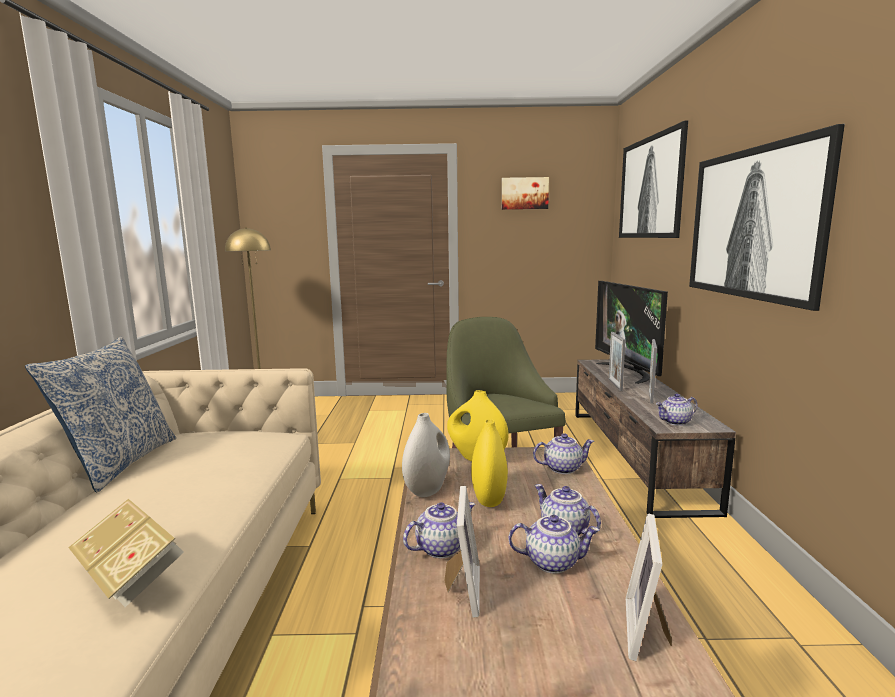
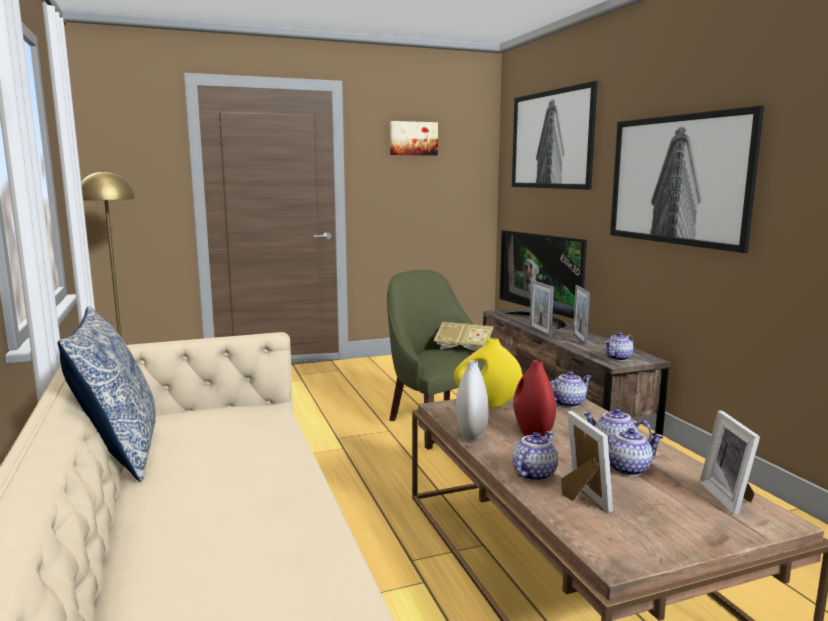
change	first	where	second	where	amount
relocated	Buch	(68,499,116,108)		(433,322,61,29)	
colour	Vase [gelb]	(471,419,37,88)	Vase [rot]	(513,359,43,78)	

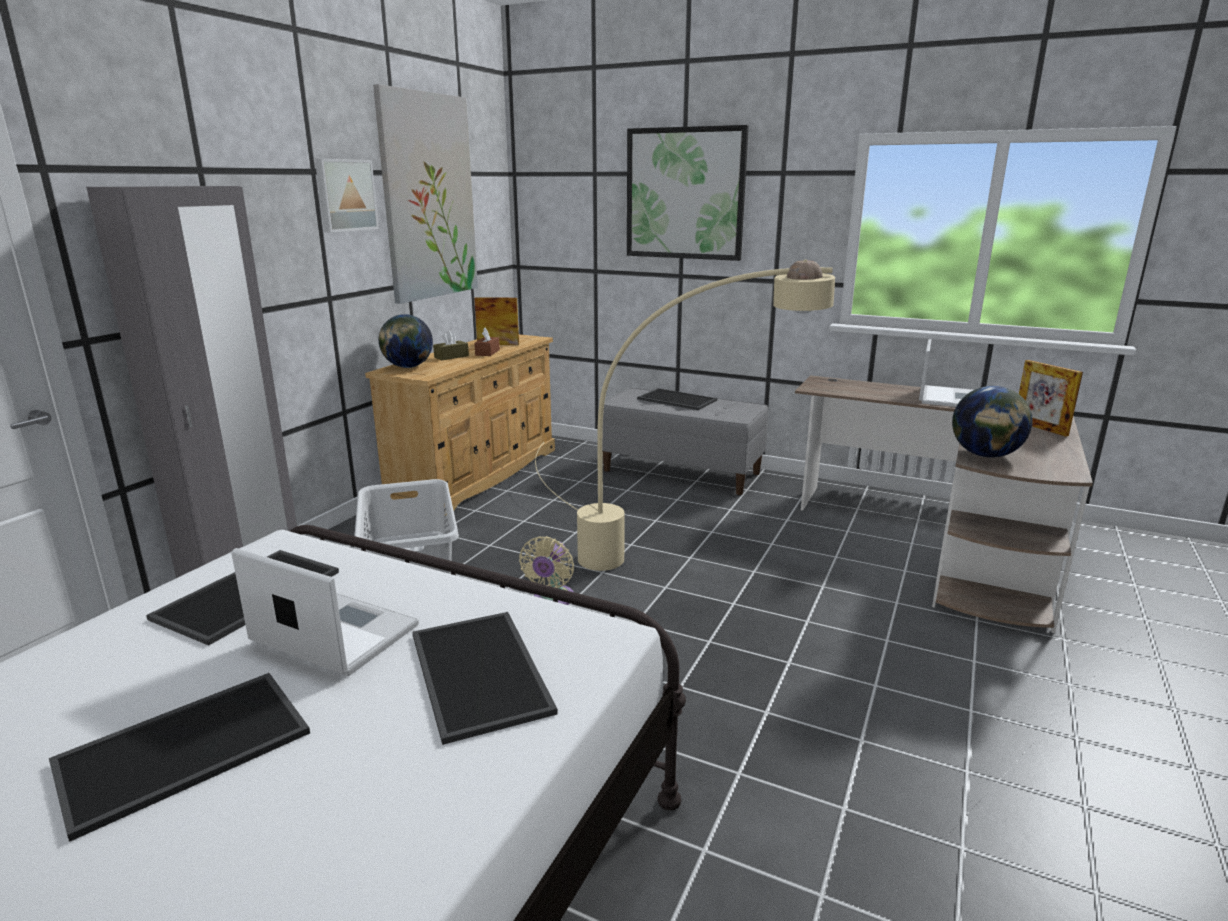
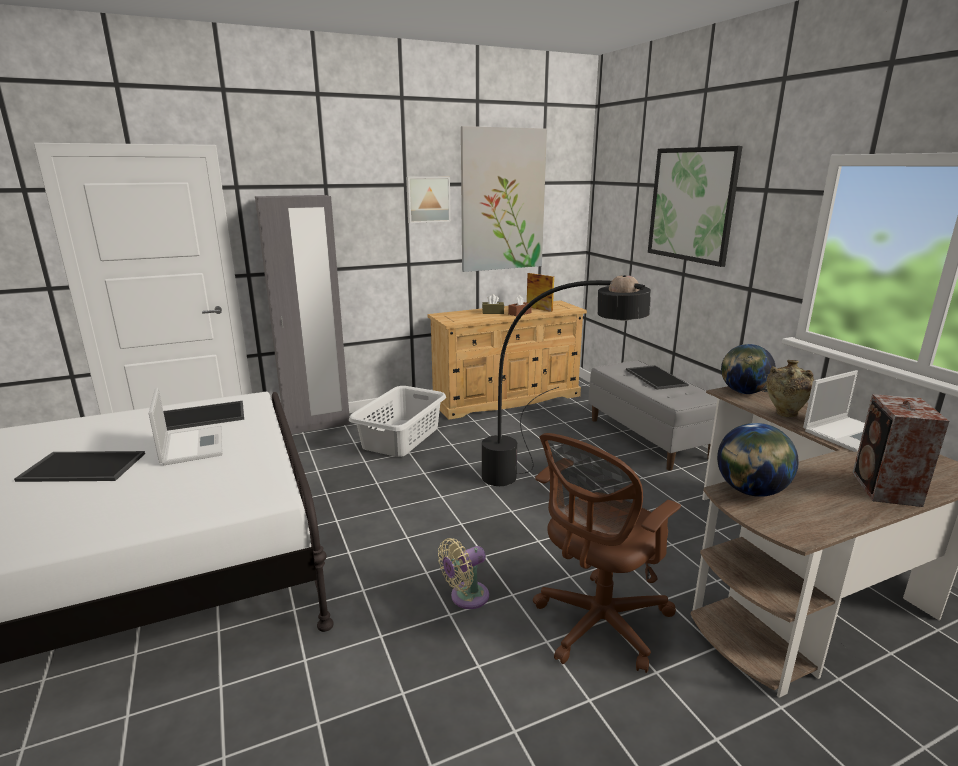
change	first	where	second	where	amount
relocated	Globus	(379,314,54,54)		(721,344,55,50)	
missing	Tablett	(412,612,146,133)			
relocated	Ventilator [beige]	(519,536,55,69)		(438,538,51,71)	
colour	Stehlampe [beige]	(535,260,300,311)	Stehlampe [schwarz]	(482,275,169,211)	
exchanged	Bilderrahmen	(1019,360,64,77)	Lautsprecher	(853,394,96,113)	
appeared			Bürostuhl [braun]	(533,433,148,240)	
appeared			Vase [beige]	(766,360,48,57)	

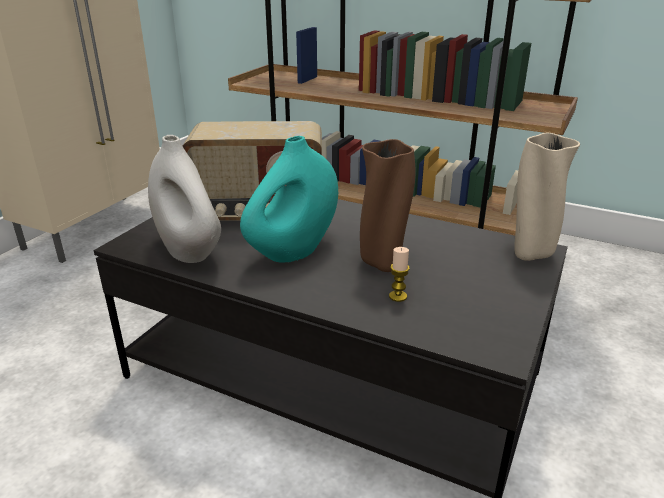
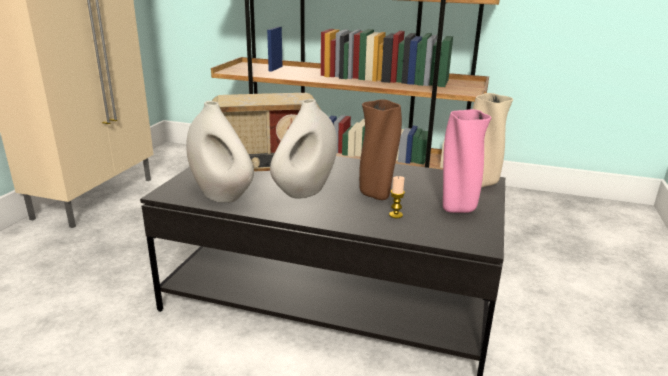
change	first	where	second	where	amount
colour	Vase [türkis]	(240,136,98,127)	Vase [weiß]	(270,99,67,100)	
appeared			Vase [rosa]	(443,109,48,104)	

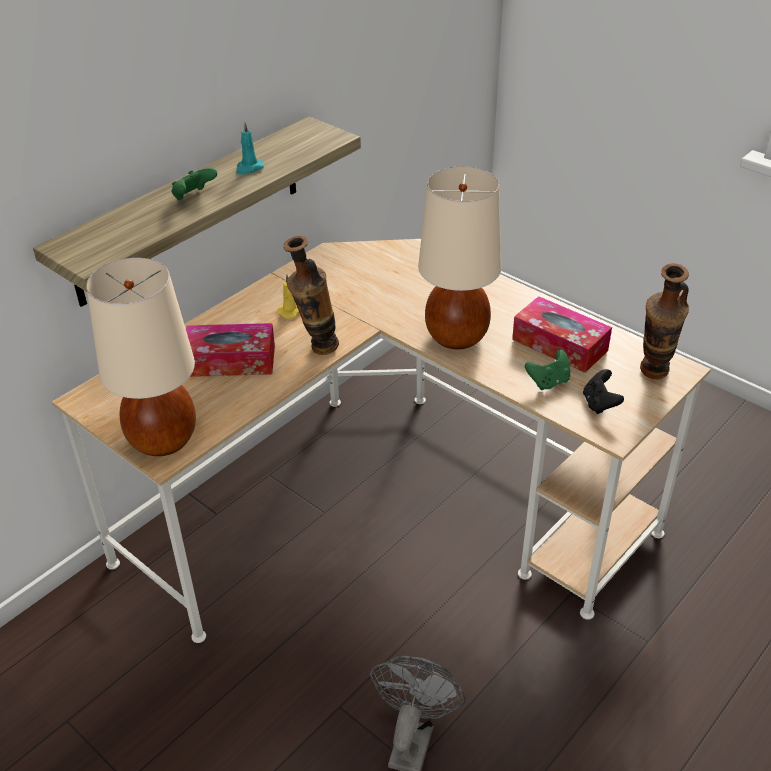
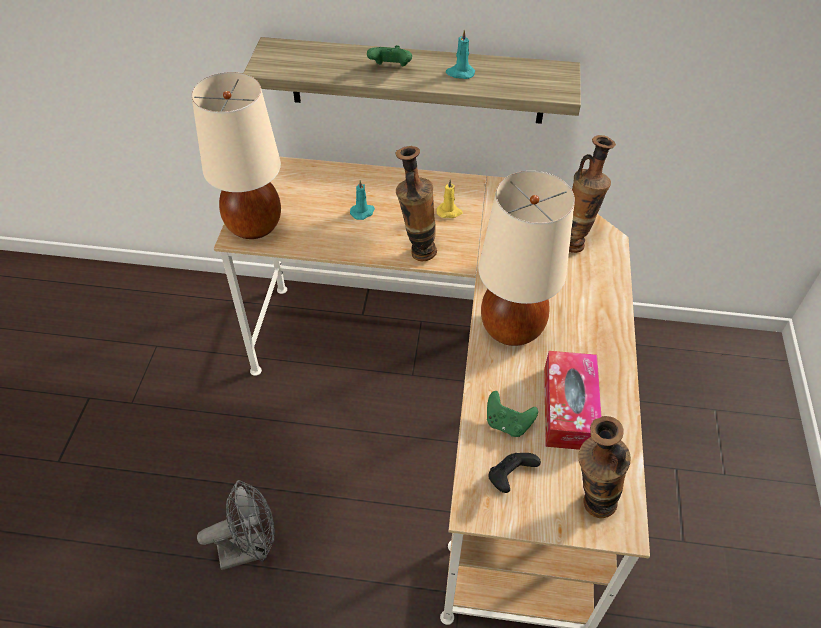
change	first	where	second	where	amount
exchanged	Taschentuchbox	(186,323,89,54)	Kerze [türkis]	(350,180,25,40)	
appeared			Vase	(569,135,47,118)	

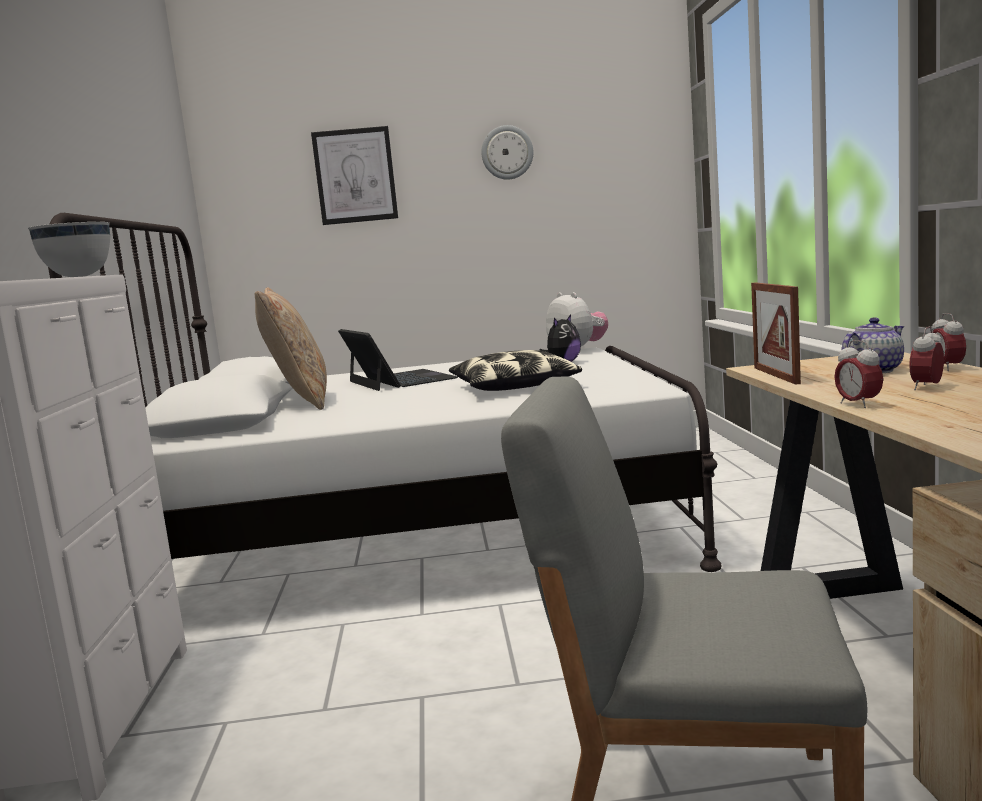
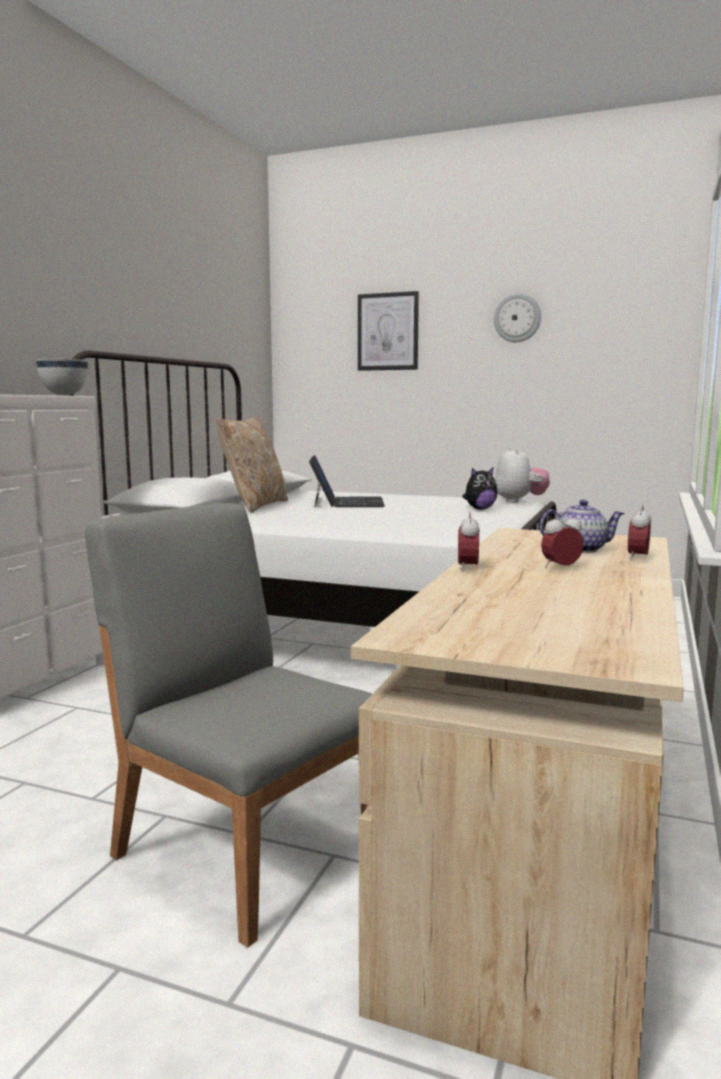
change	first	where	second	where	amount
missing	Kissen	(449,350,133,41)			
missing	Bilderrahmen	(751,282,50,103)			

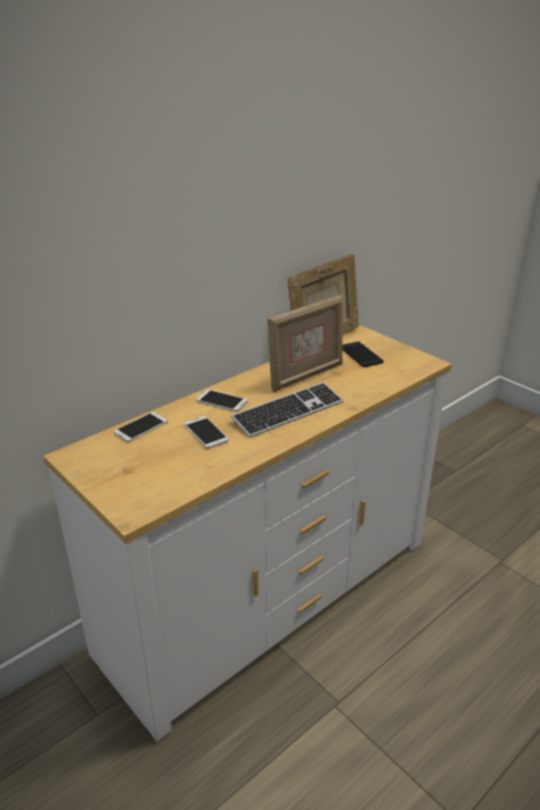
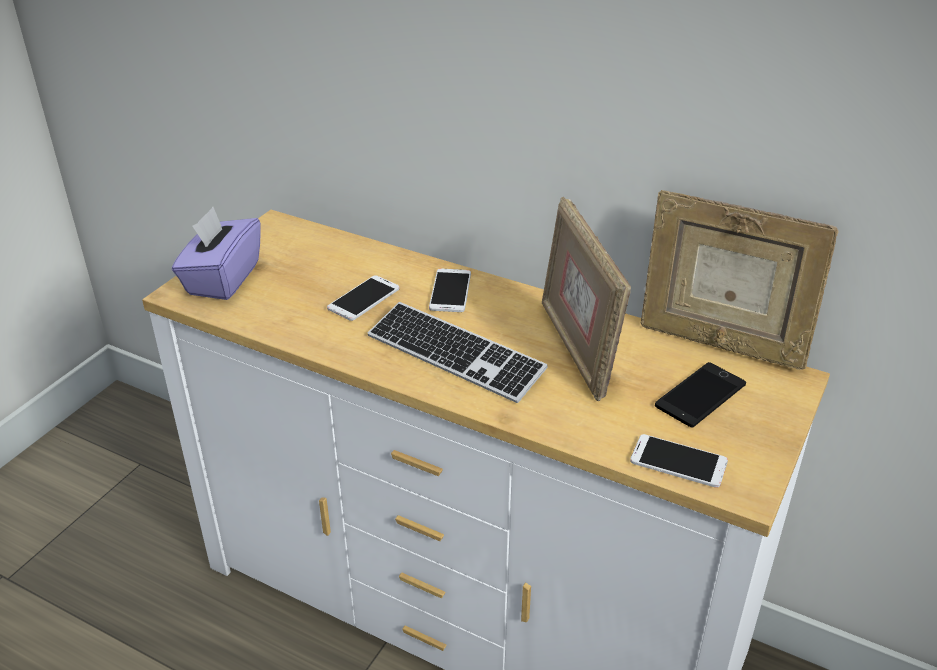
change	first	where	second	where	amount
relocated	Handy	(114,412,54,30)		(630,434,98,54)	
spun	Bilderrahmen	(267,294,76,98)		(542,197,89,204)	45 degrees clockwise
appeared			Taschentuchbox [lila]	(172,207,89,93)	

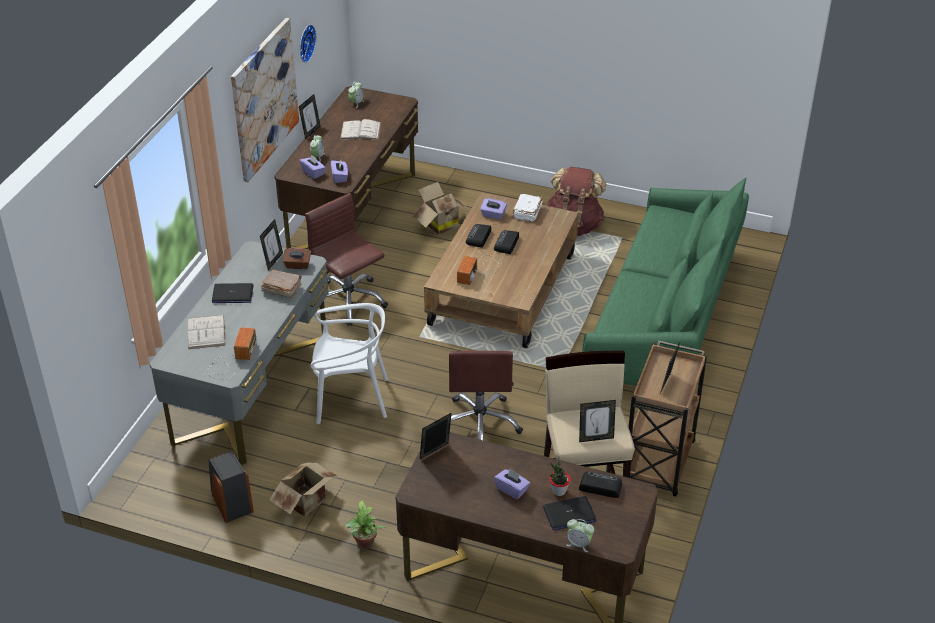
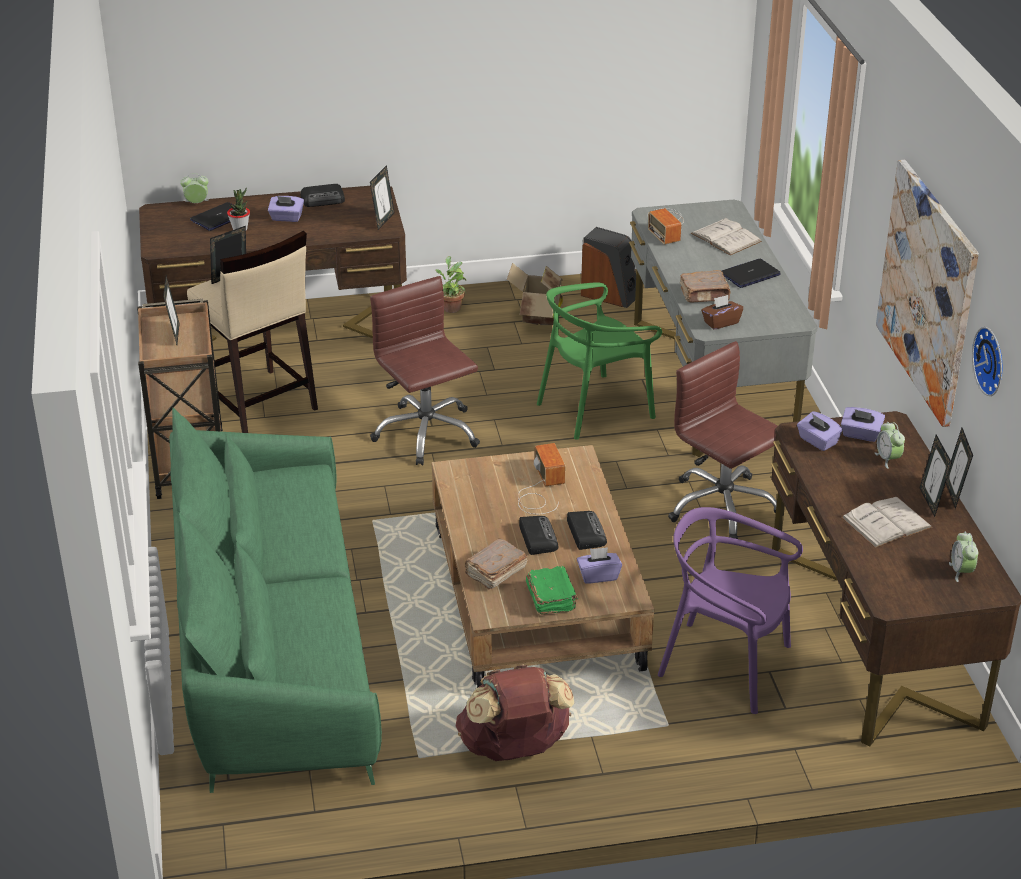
change	first	where	second	where	amount
relocated	Bilderrahmen	(260,219,23,51)		(920,435,32,82)	
spun	Bürostuhl [braun]	(305,193,83,133)		(668,341,110,198)	150 degrees counterclockwise
colour	Stuhl [weiß]	(310,303,78,121)	Stuhl [grün]	(537,282,125,158)	
exchanged	Karton	(413,182,56,53)	Stuhl [lila]	(658,507,145,207)	
colour	Buch [weiß]	(513,194,30,28)	Buch [grün]	(526,566,52,48)	
relocated	Radio	(579,471,43,27)		(301,184,44,23)	
appeared			Buch [braun]	(465,538,62,52)	

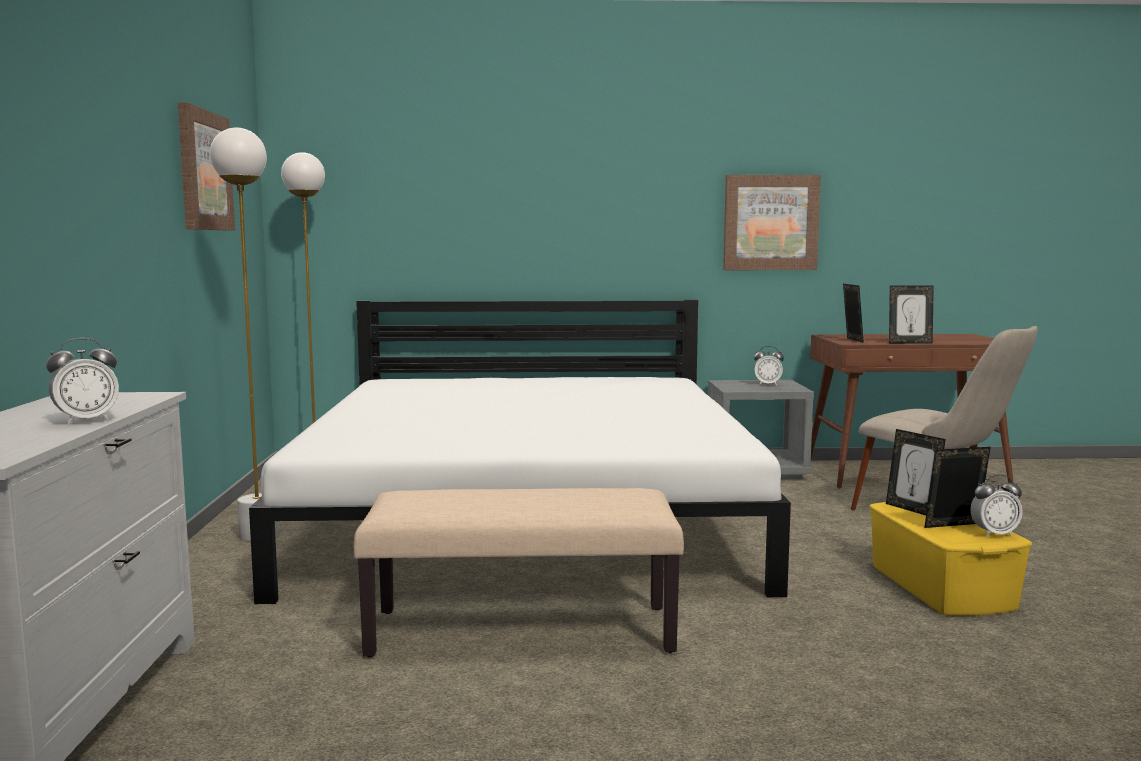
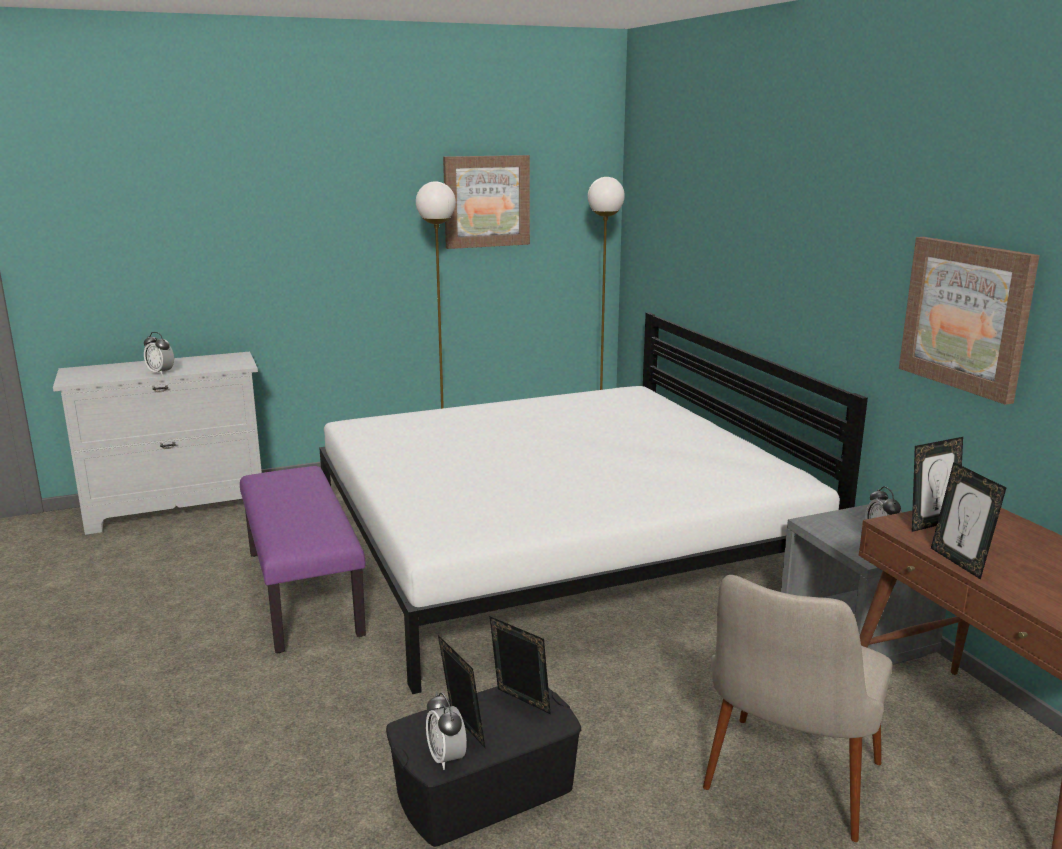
change	first	where	second	where	amount
colour	Bank [beige]	(354,488,330,169)	Bank [lila]	(240,466,126,187)	
colour	Aufbewahrungsbox [gelb]	(869,502,163,114)	Aufbewahrungsbox [schwarz]	(386,686,195,161)	
spun	Bilderrahmen	(886,429,60,86)		(490,616,60,98)	90 degrees clockwise

